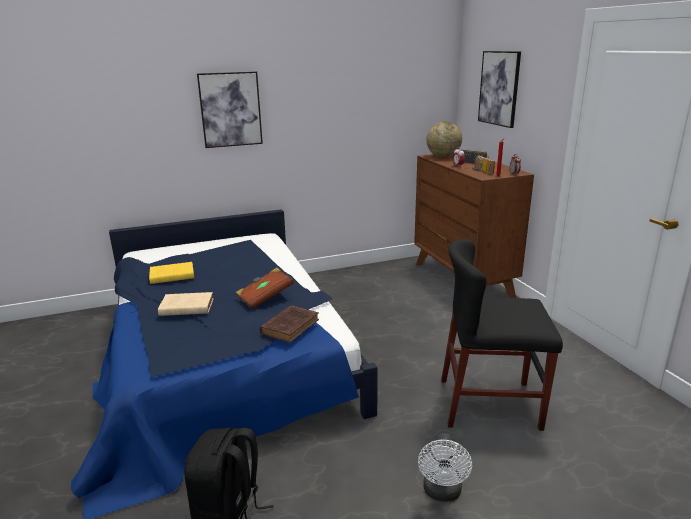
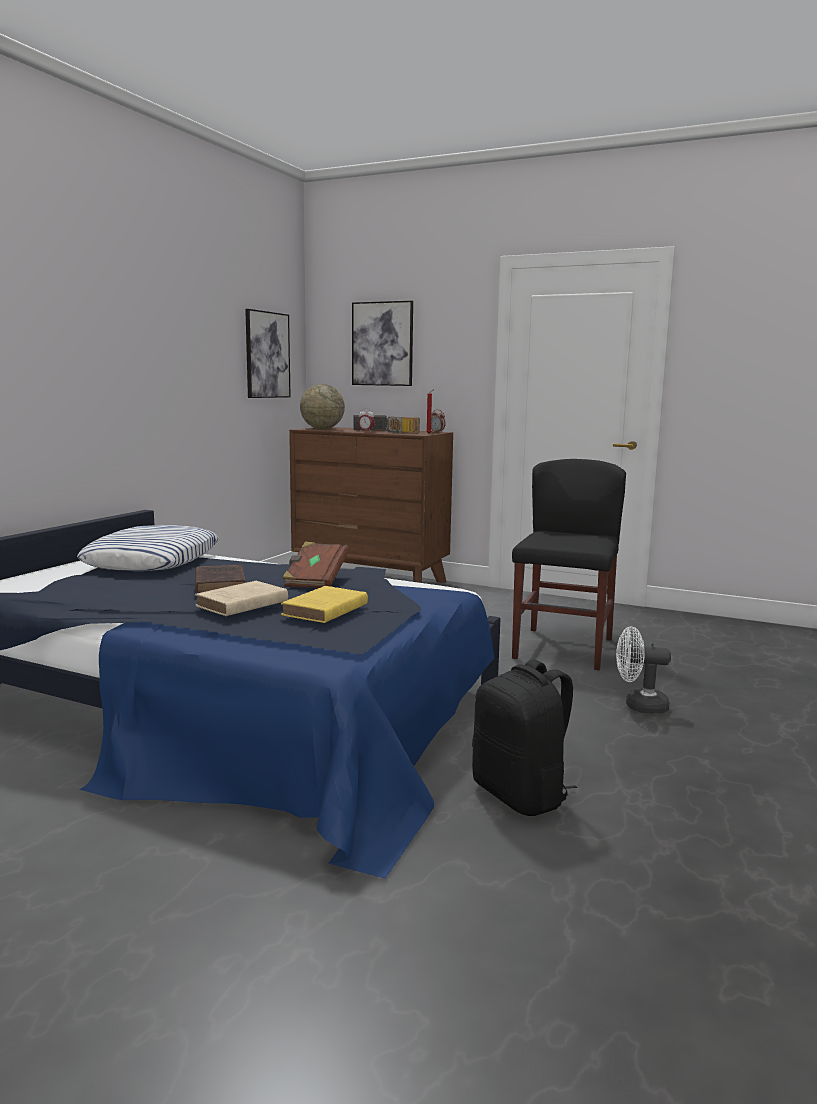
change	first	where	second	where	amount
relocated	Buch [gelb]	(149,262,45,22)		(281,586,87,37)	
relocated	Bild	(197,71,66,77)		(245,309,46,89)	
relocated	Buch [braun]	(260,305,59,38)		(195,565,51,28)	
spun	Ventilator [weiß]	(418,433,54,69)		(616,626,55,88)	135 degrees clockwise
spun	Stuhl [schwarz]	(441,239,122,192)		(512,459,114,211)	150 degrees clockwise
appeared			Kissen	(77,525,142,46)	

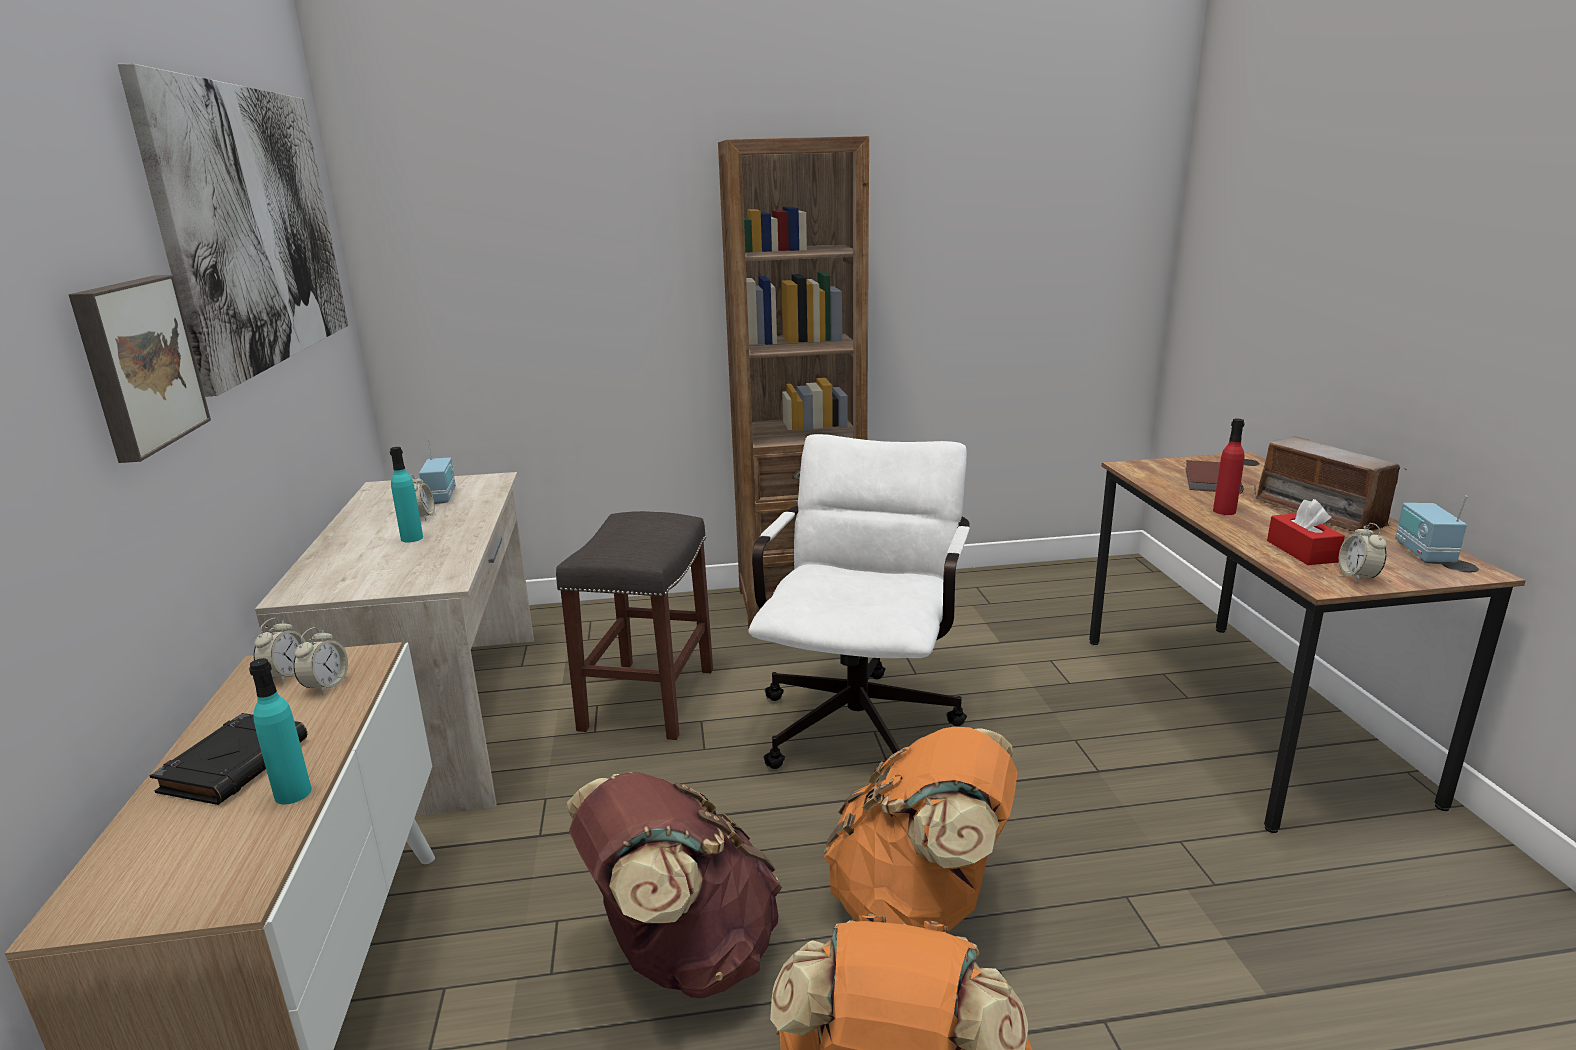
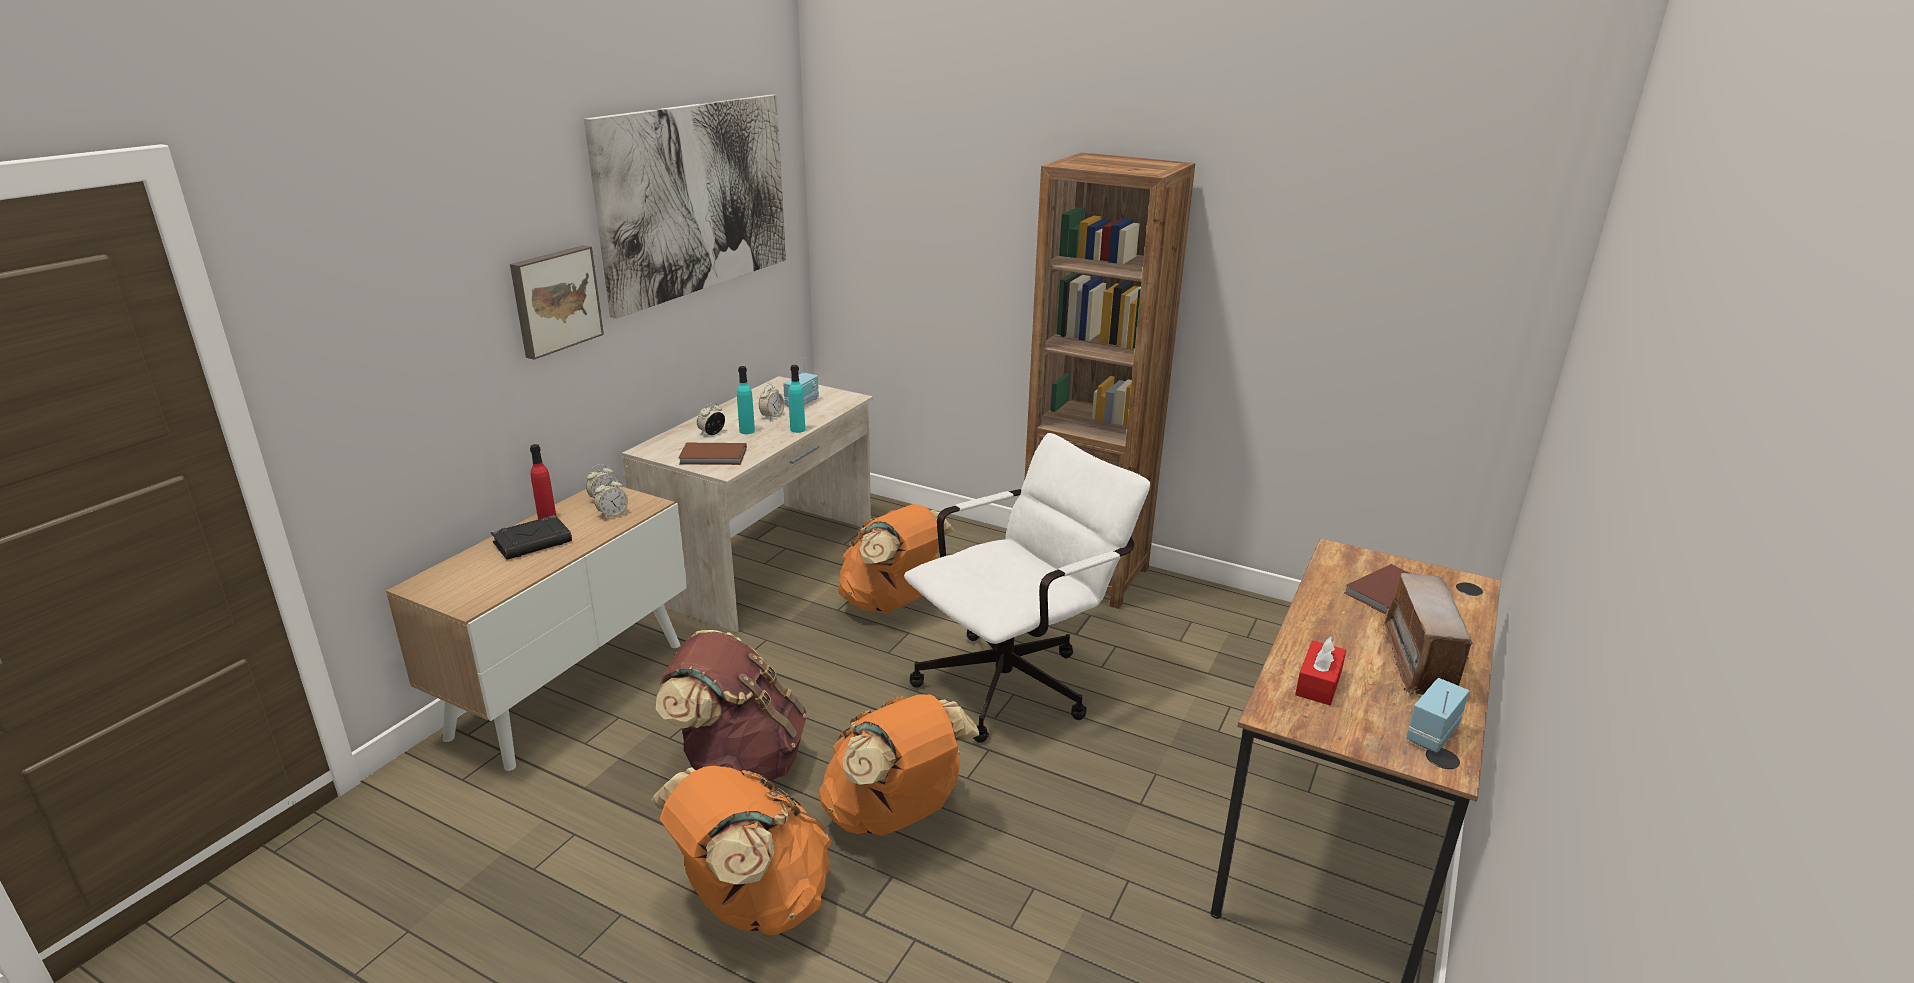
change	first	where	second	where	amount
relocated	Flasche [türkis]	(249,658,63,146)		(788,365,17,68)	
exchanged	Hocker [grau]	(556,511,157,229)	Rucksack [orange]	(838,504,117,109)	
relocated	Flasche [rot]	(1213,419,31,96)		(530,444,26,75)	
relocated	Wecker	(1339,523,48,59)		(697,402,28,33)	
appeared			Buch [braun]	(678,443,69,22)	

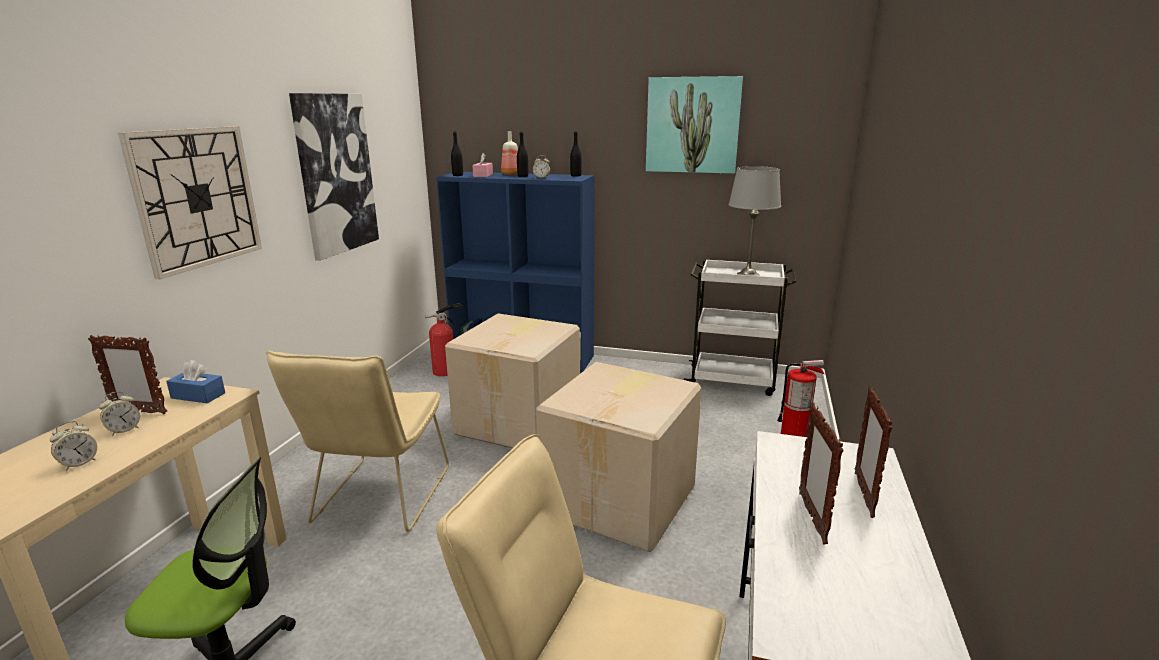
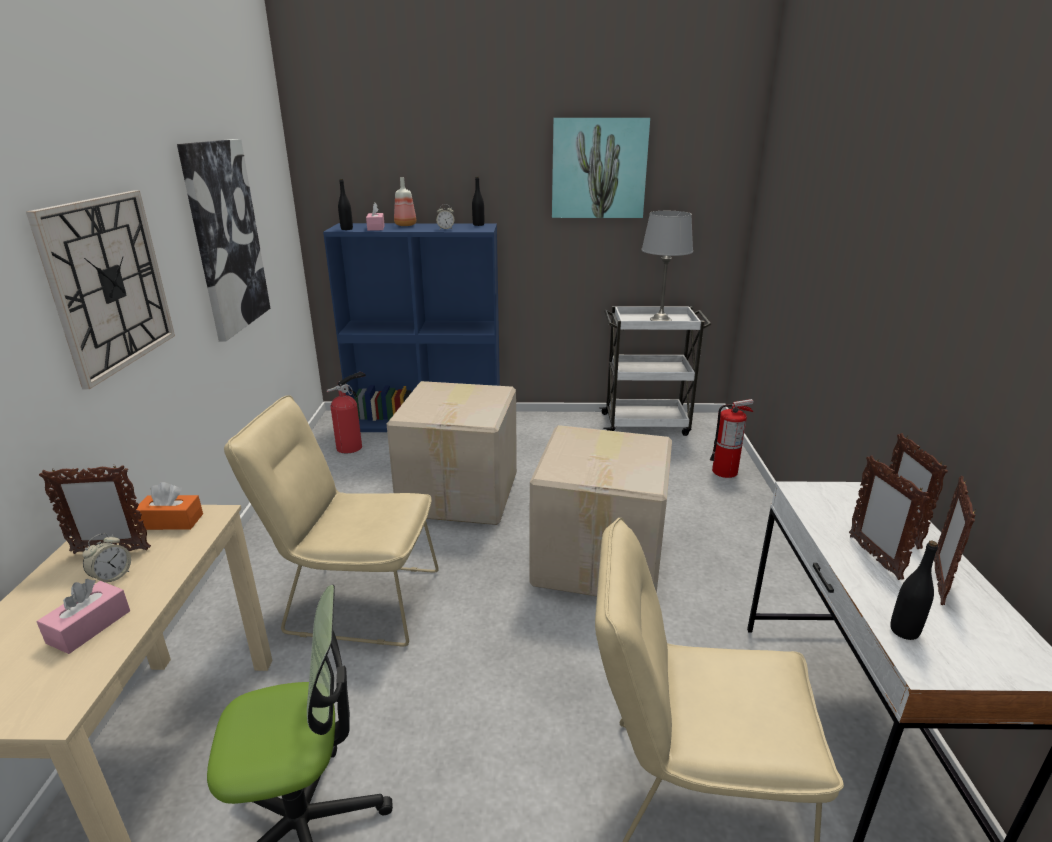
change	first	where	second	where	amount
exchanged	Wecker	(50,421,47,50)	Taschentuchbox [rosa]	(37,579,93,75)	
colour	Taschentuchbox [blau]	(166,360,59,43)	Taschentuchbox [orange]	(134,482,69,48)	
spun	Stuhl [beige]	(266,351,183,181)		(224,395,215,252)	105 degrees clockwise
relocated	Flasche [schwarz]	(517,132,11,45)		(890,540,48,100)	
appeared			Bilderrahmen	(933,476,43,129)	

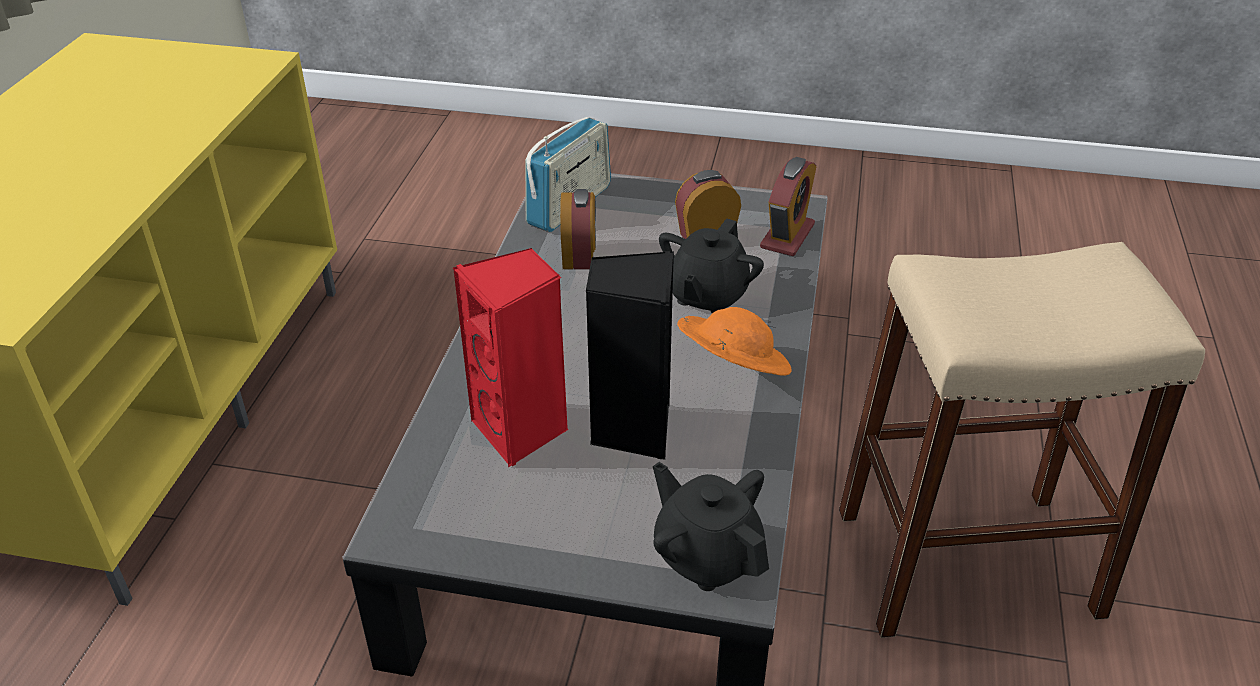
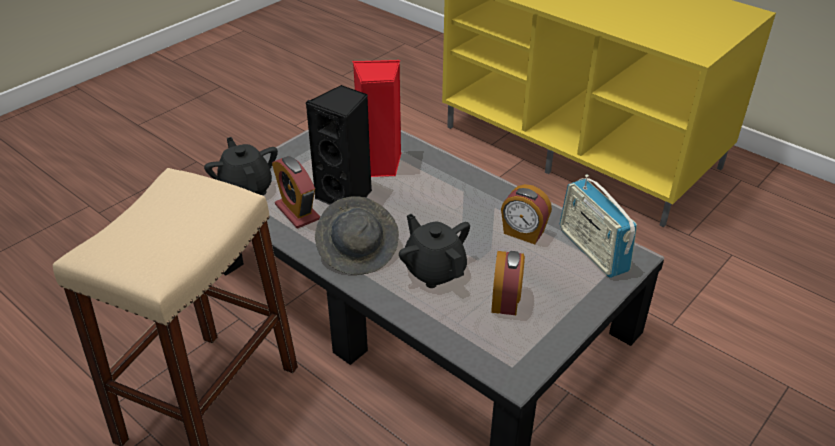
change	first	where	second	where	amount
spun	Teekanne [schwarz]	(653,462,116,129)		(204,137,74,58)	105 degrees counterclockwise
colour	Hut [orange]	(677,307,115,69)	Hut [grau]	(315,197,84,78)	
relocated	Wecker	(760,157,56,99)		(272,156,48,73)	

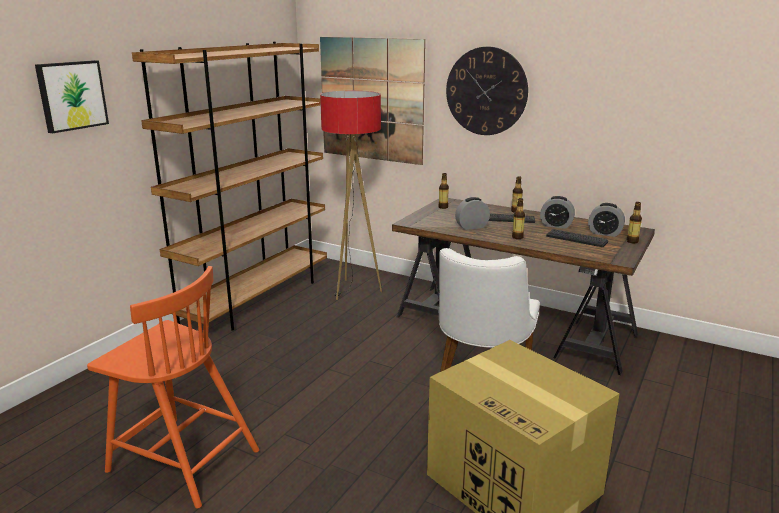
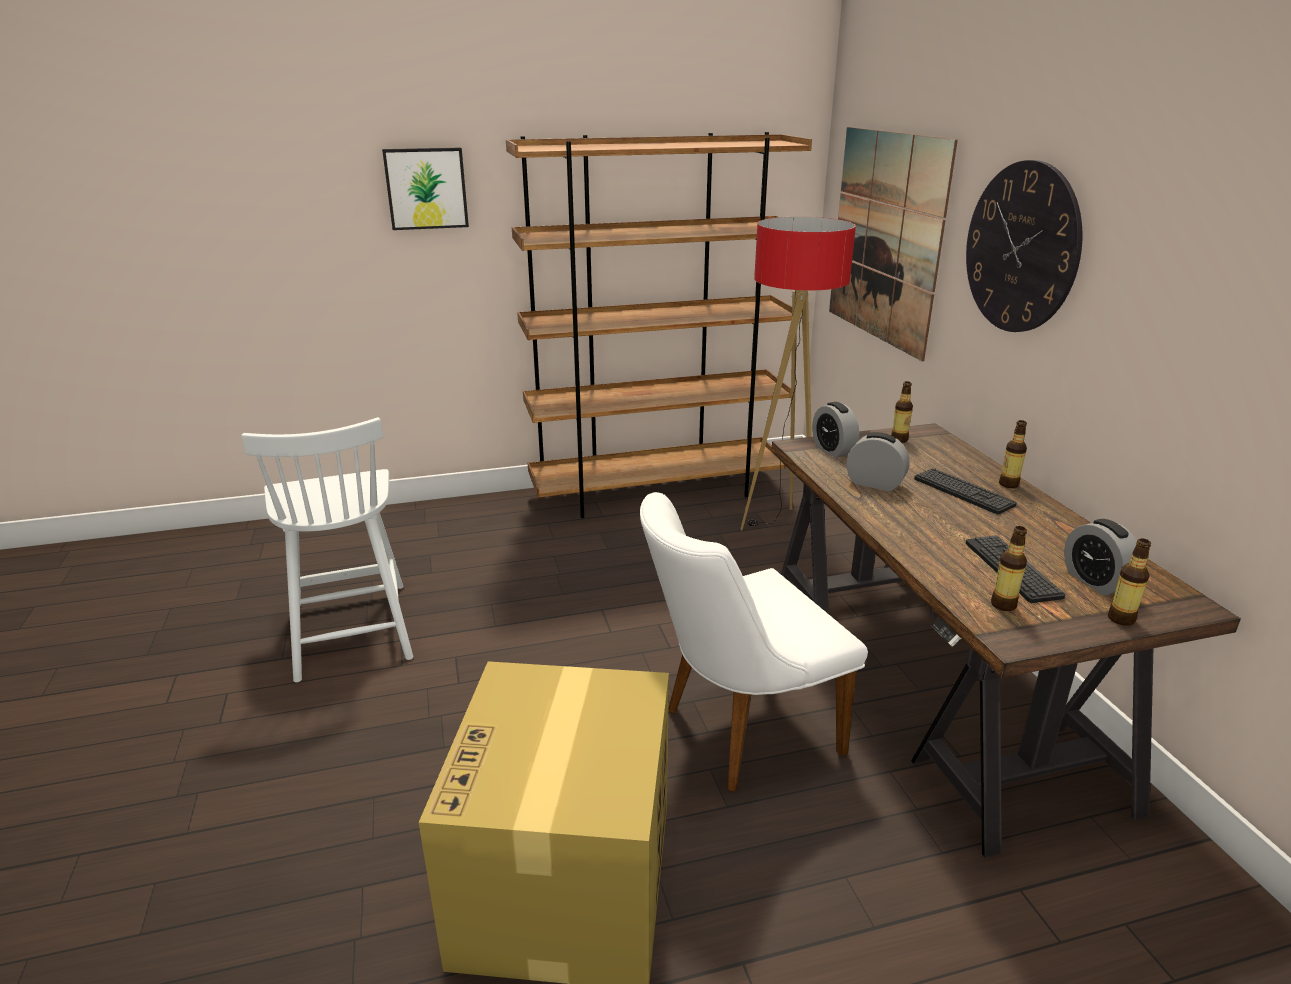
change	first	where	second	where	amount
colour	Stuhl [orange]	(87,266,172,243)	Stuhl [weiß]	(241,417,172,266)	
relocated	Flasche	(512,198,13,41)		(991,526,36,85)	
relocated	Wecker	(540,196,35,33)		(812,402,47,56)	

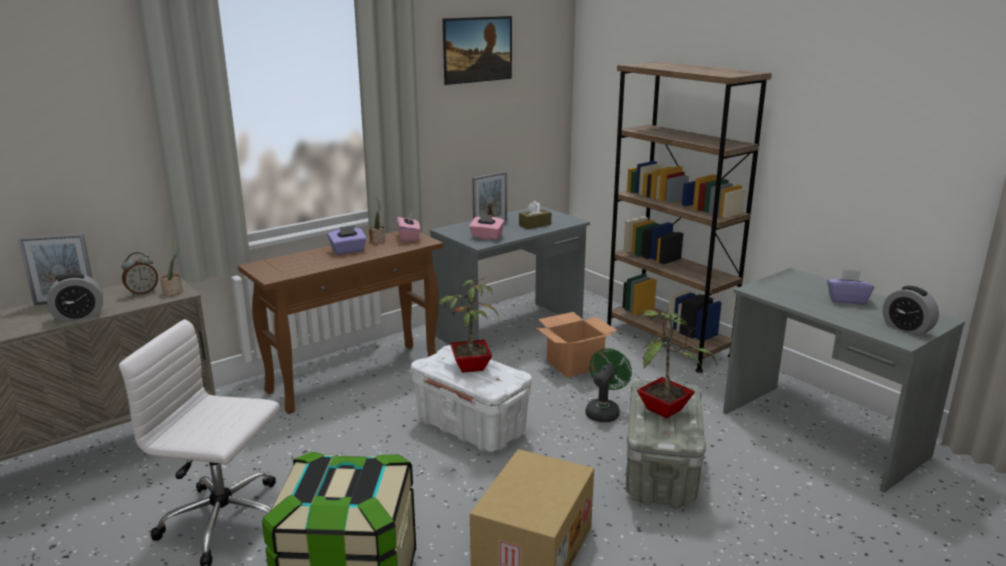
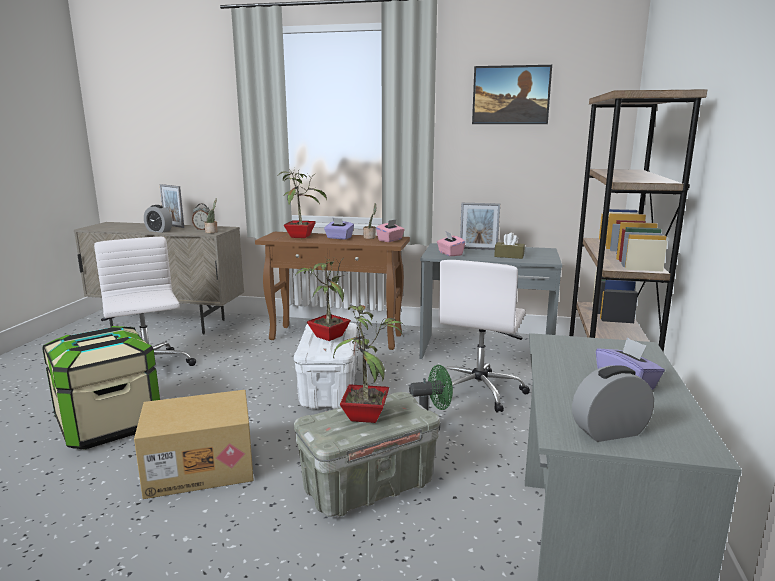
change	first	where	second	where	amount
exchanged	Karton	(536,312,81,66)	Bürostuhl [weiß]	(436,260,94,153)	
spun	Wecker	(883,286,56,50)		(572,365,82,77)	60 degrees clockwise
appeared			Topfpflanze	(278,168,49,70)	

